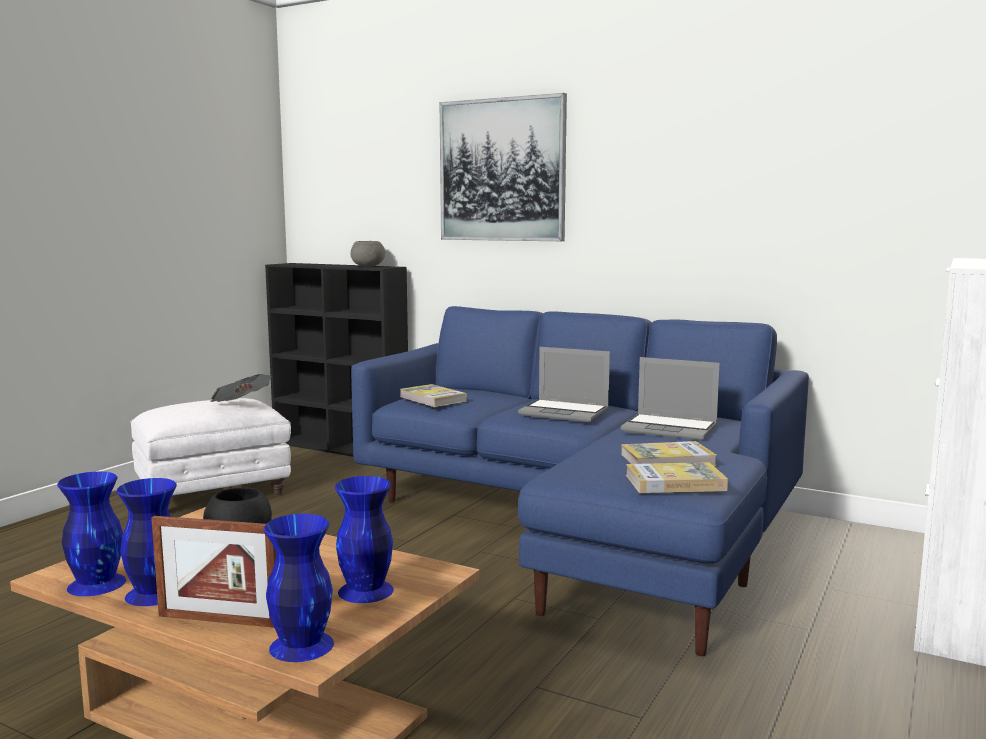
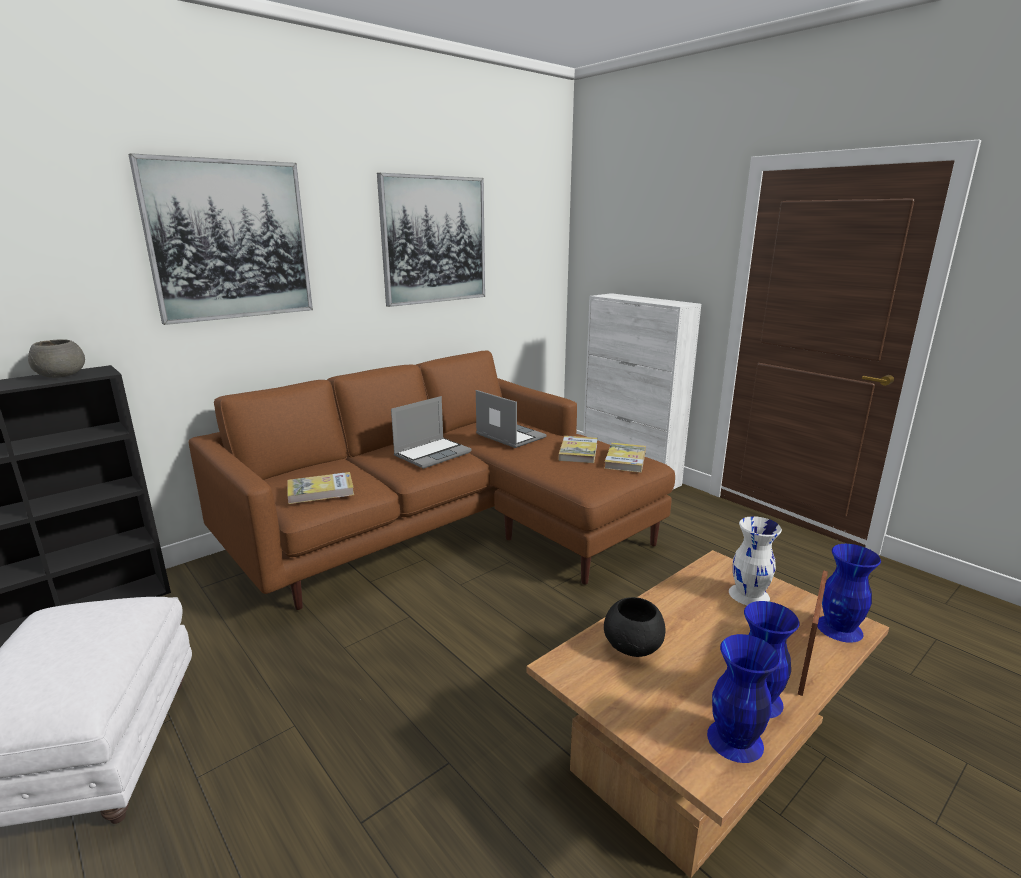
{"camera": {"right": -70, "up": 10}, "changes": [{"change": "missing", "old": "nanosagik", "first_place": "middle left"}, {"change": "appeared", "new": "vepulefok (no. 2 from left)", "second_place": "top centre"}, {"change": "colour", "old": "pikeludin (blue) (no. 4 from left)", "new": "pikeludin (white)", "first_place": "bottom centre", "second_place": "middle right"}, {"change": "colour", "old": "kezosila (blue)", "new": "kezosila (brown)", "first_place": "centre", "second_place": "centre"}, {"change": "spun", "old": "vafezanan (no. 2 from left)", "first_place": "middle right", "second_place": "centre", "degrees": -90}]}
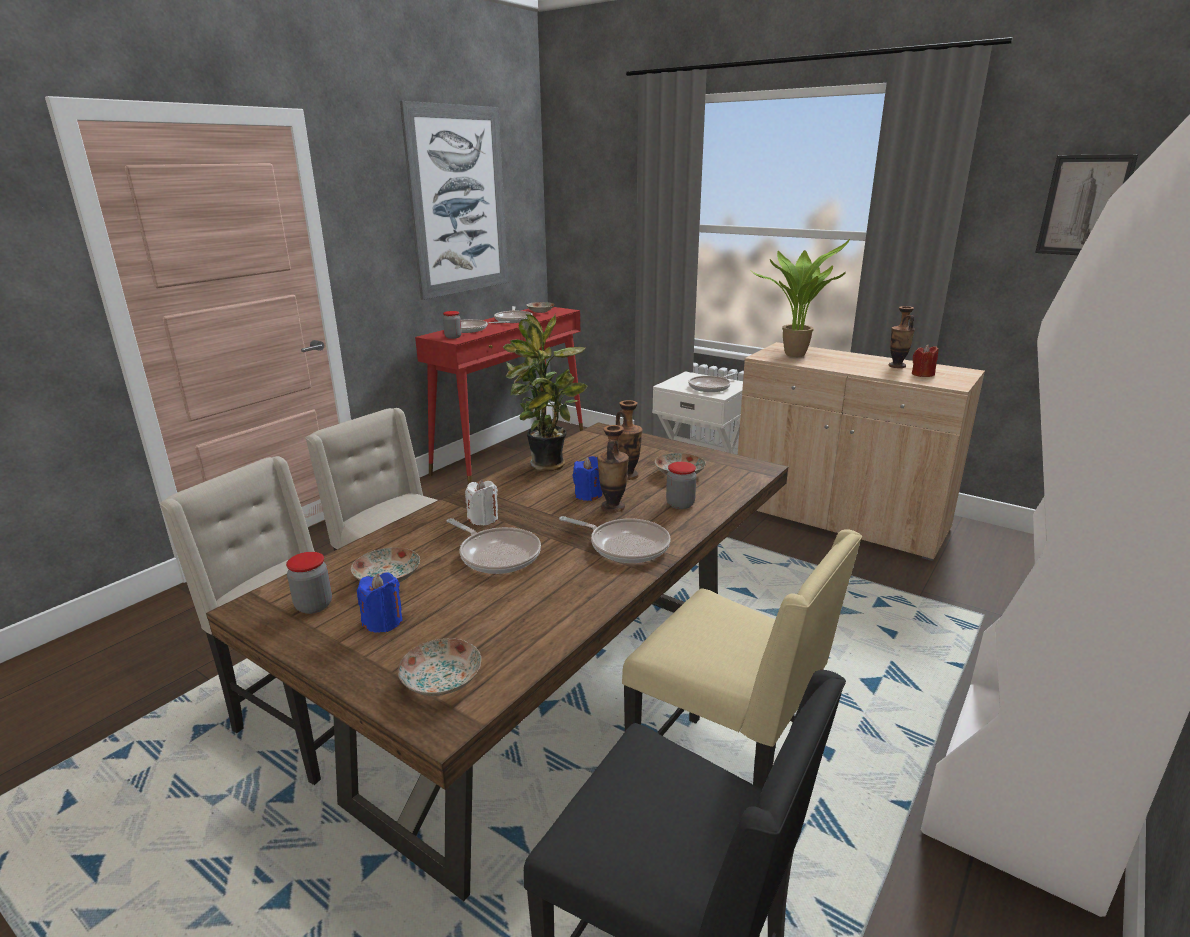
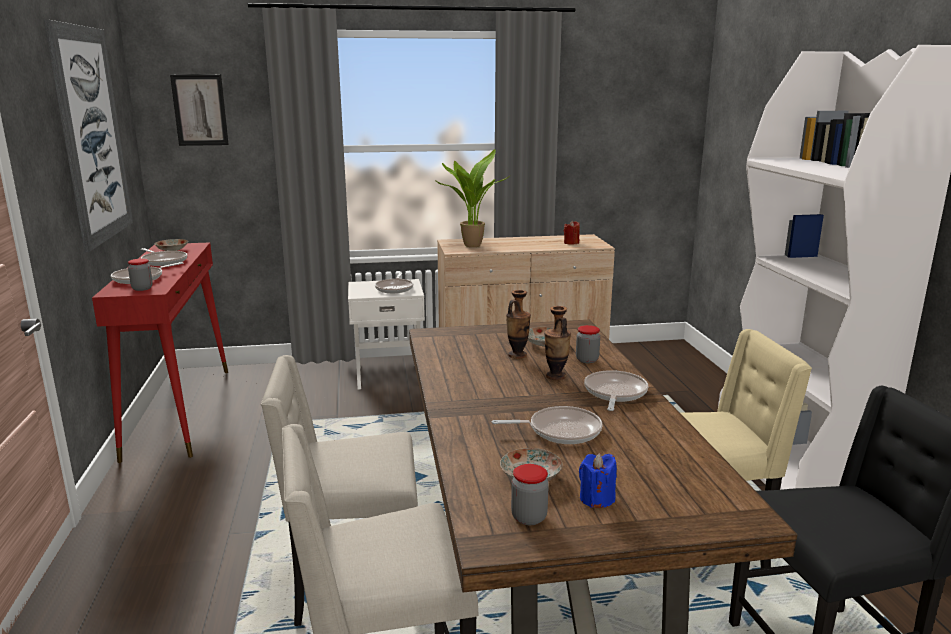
{"camera": {"right": -45, "up": -5}, "changes": [{"change": "missing", "old": "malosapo (no. 2 from left)", "first_place": "bottom centre"}, {"change": "missing", "old": "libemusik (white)", "first_place": "centre"}, {"change": "missing", "old": "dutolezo (no. 1 from left)", "first_place": "centre"}, {"change": "missing", "old": "libemusik (blue) (no. 2 from left)", "first_place": "centre"}, {"change": "missing", "old": "pikeludin (no. 3 from left)", "first_place": "middle right"}, {"change": "relocated", "old": "vepulefok (no. 2 from left)", "first_place": "top right", "second_place": "top left"}, {"change": "spun", "old": "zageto (no. 4 from left in the first image)", "first_place": "centre", "second_place": "centre", "degrees": -60}]}
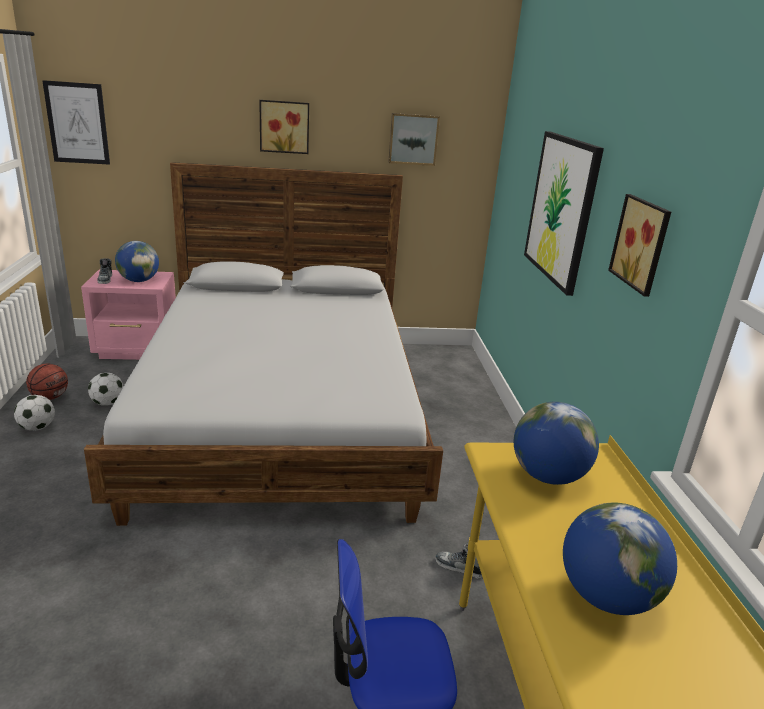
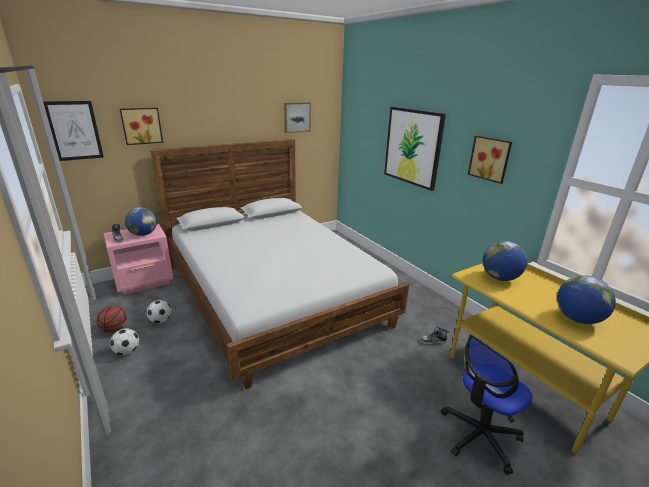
{"camera": {"right": -25, "up": 0}, "changes": [{"change": "relocated", "old": "vepulefok (no. 2 from left)", "first_place": "top centre", "second_place": "top left"}]}
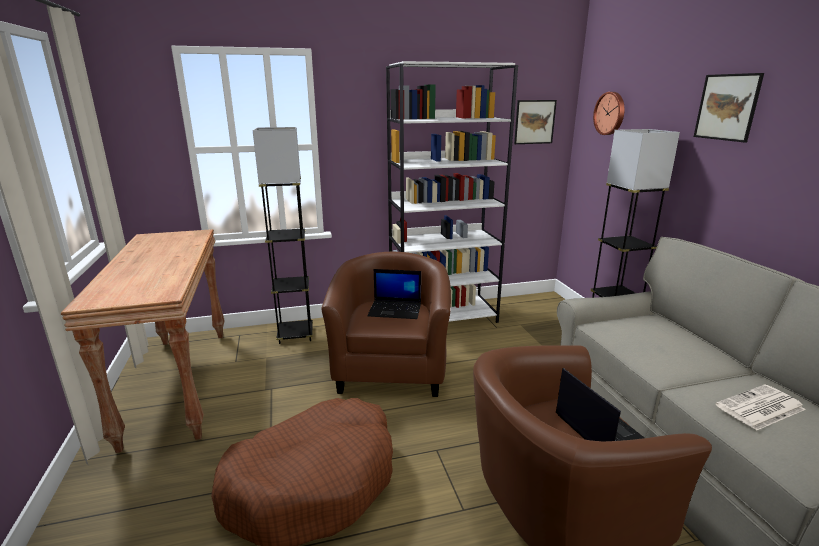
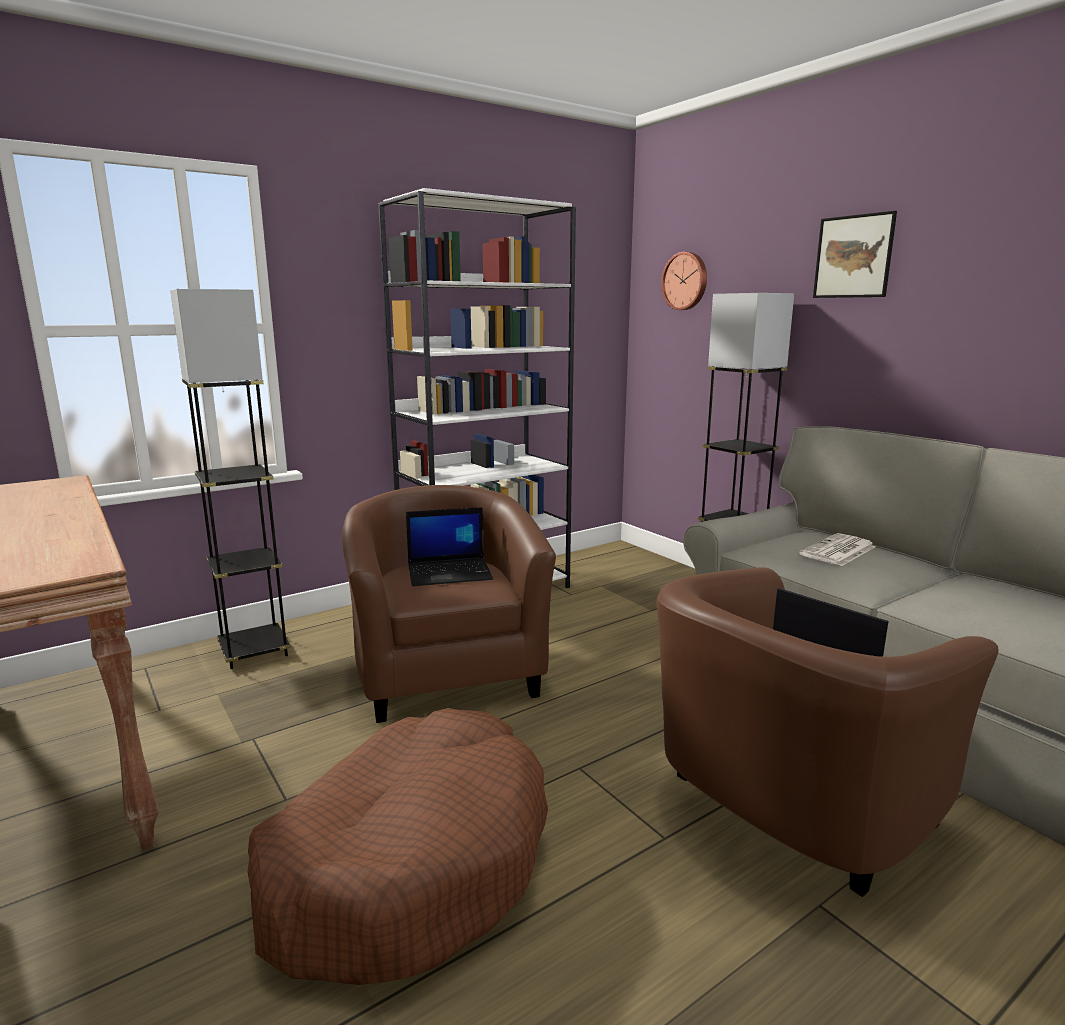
{"camera": {"right": -20, "up": -5}, "changes": [{"change": "missing", "old": "vepulefok (no. 1 from left)", "first_place": "top centre"}, {"change": "relocated", "old": "nanosagik", "first_place": "bottom right", "second_place": "middle right"}]}
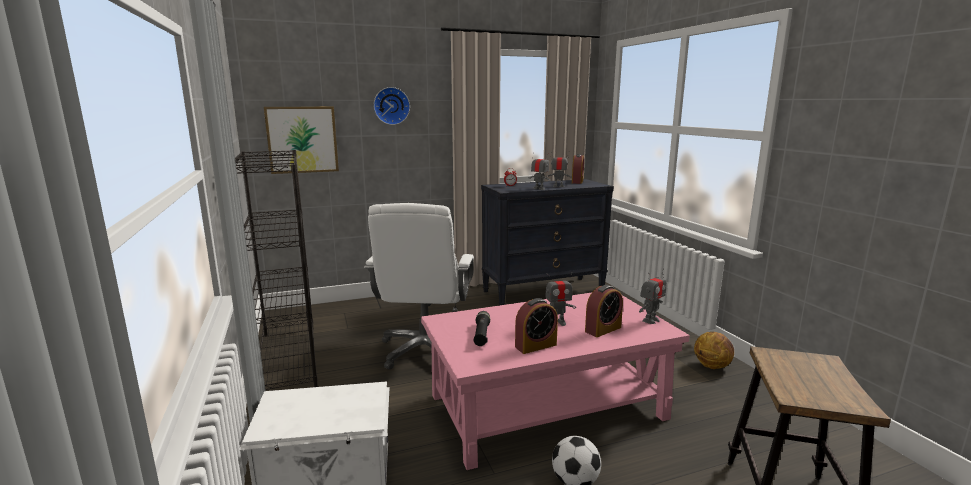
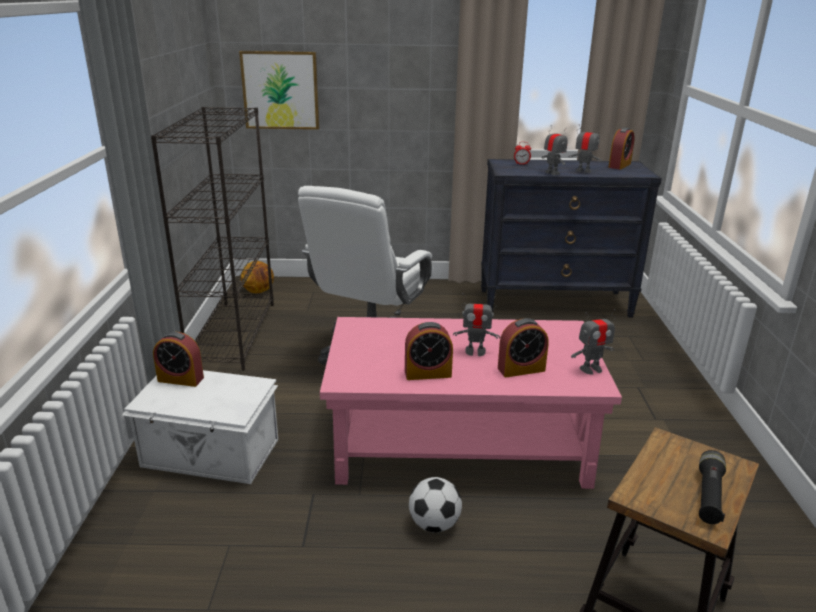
{"camera": {"right": 20, "up": 10}, "changes": [{"change": "missing", "old": "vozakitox", "first_place": "top centre"}, {"change": "appeared", "new": "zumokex (no. 1 from left)", "second_place": "middle left"}, {"change": "relocated", "old": "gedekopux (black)", "first_place": "bottom centre", "second_place": "bottom right"}, {"change": "relocated", "old": "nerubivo", "first_place": "bottom right", "second_place": "middle left"}]}
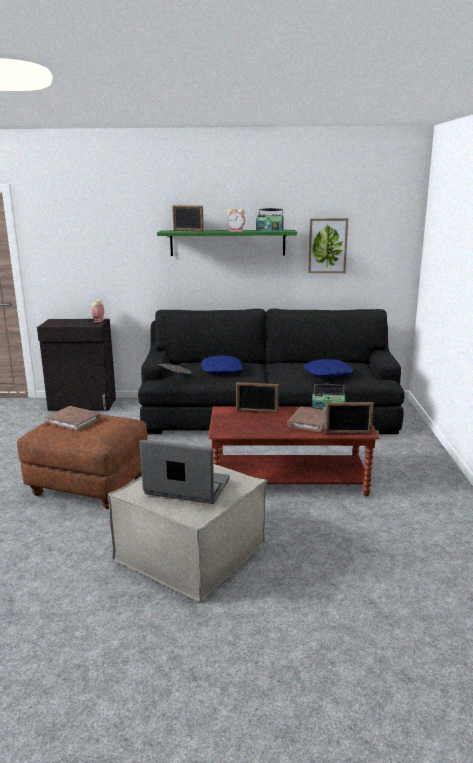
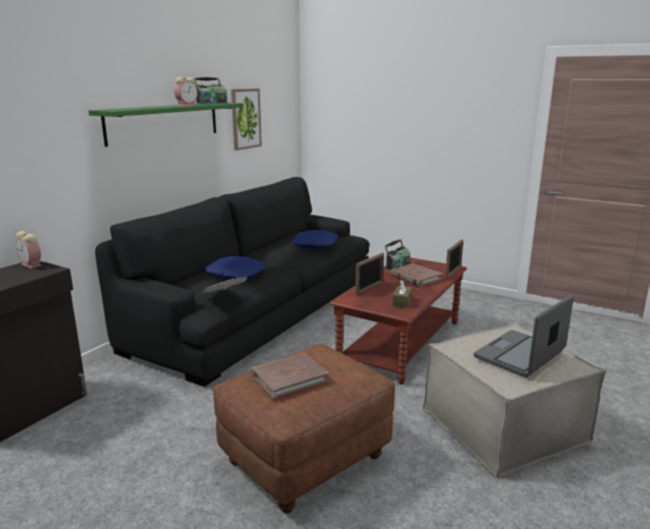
{"camera": {"right": -60, "up": 0}, "changes": [{"change": "missing", "old": "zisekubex (no. 1 from left)", "first_place": "top centre"}, {"change": "appeared", "new": "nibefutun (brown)", "second_place": "centre"}]}
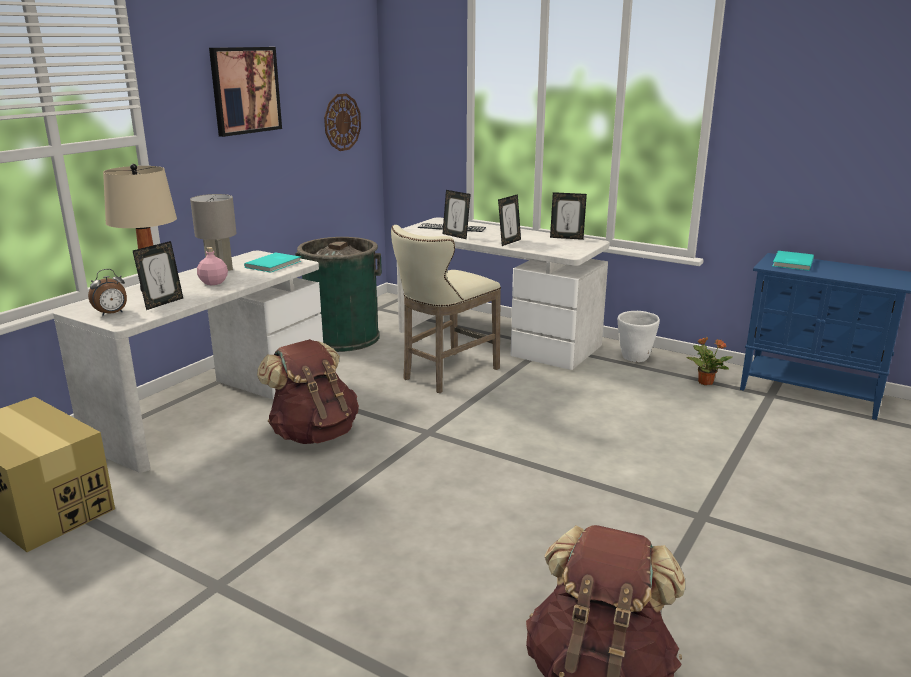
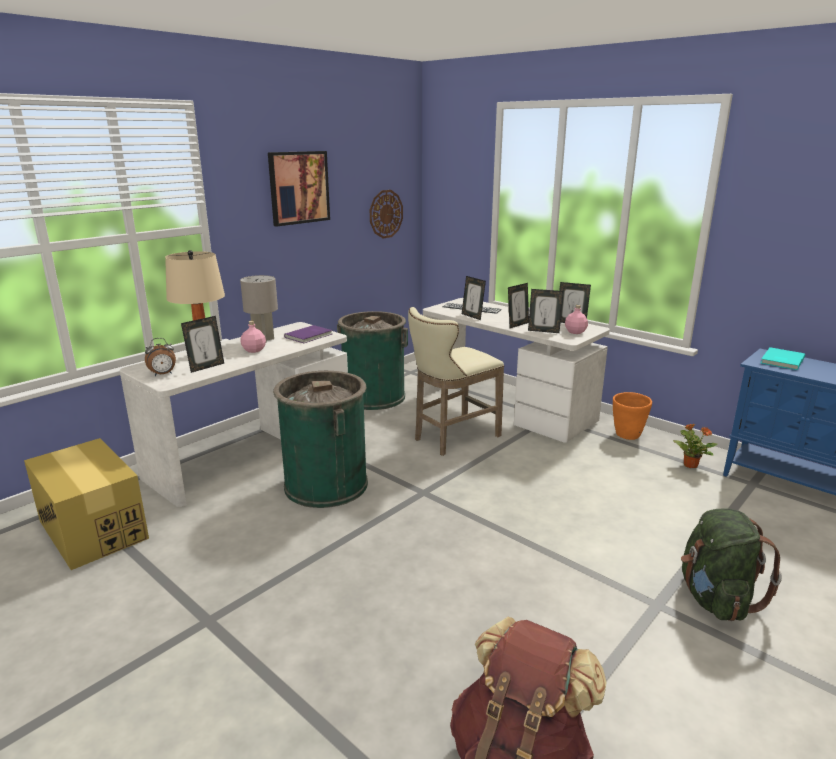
{"camera": {"right": 10, "up": 0}, "changes": [{"change": "appeared", "new": "zisekubex (no. 4 from left)", "second_place": "centre"}, {"change": "appeared", "new": "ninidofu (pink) (no. 2 from left)", "second_place": "middle right"}, {"change": "appeared", "new": "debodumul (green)", "second_place": "bottom right"}, {"change": "exchanged", "old": "debodumul (brown) (no. 1 from left)", "new": "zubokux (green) (no. 1 from left)", "first_place": "centre", "second_place": "centre"}, {"change": "colour", "old": "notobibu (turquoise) (no. 1 from left)", "new": "notobibu (purple)", "first_place": "middle left", "second_place": "centre"}, {"change": "colour", "old": "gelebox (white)", "new": "gelebox (orange)", "first_place": "middle right", "second_place": "middle right"}]}
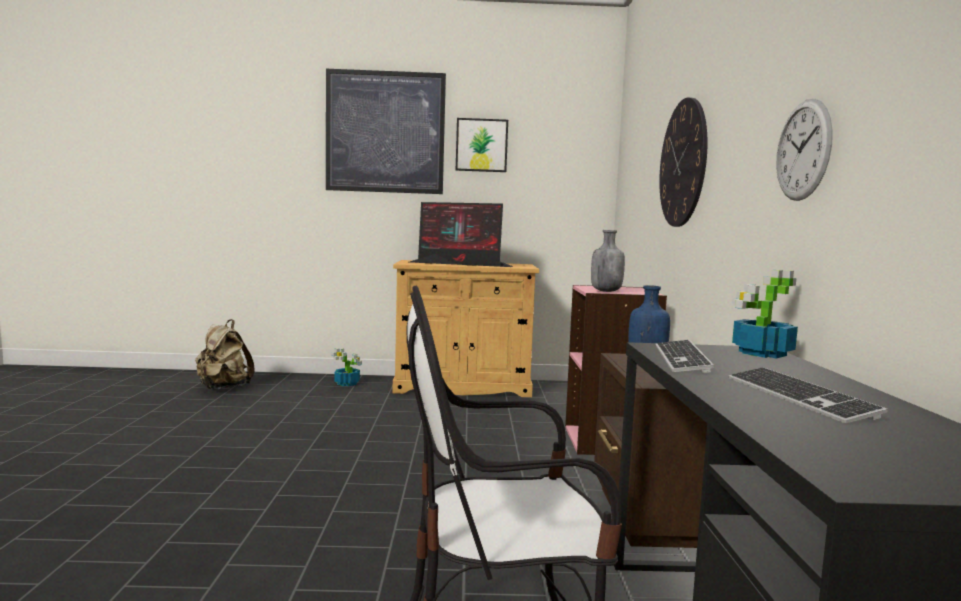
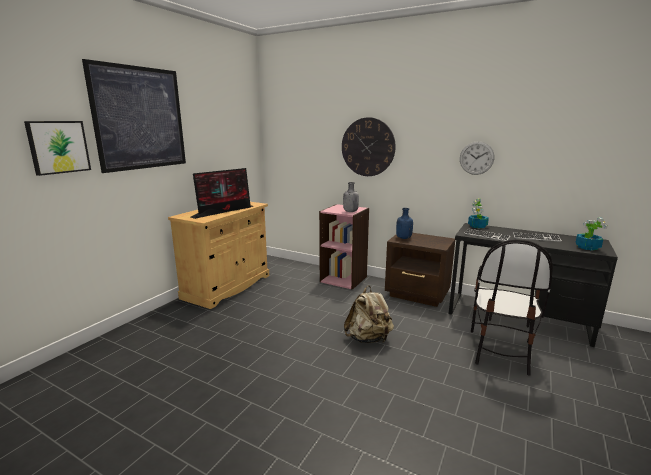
{"camera": {"right": -60, "up": 10}, "changes": [{"change": "relocated", "old": "debodumul (beige)", "first_place": "middle left", "second_place": "centre"}, {"change": "relocated", "old": "dutolezo (no. 1 from left in the first image)", "new": "dutolezo (no. 2 from left)", "first_place": "centre", "second_place": "middle right"}, {"change": "relocated", "old": "vepulefok (no. 2 from left in the first image)", "new": "vepulefok (no. 1 from left)", "first_place": "top centre", "second_place": "top left"}]}
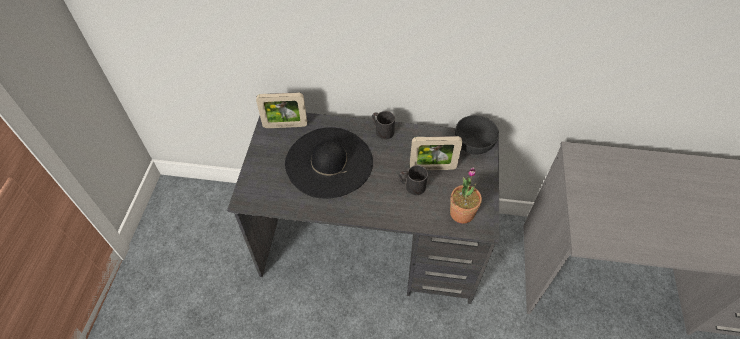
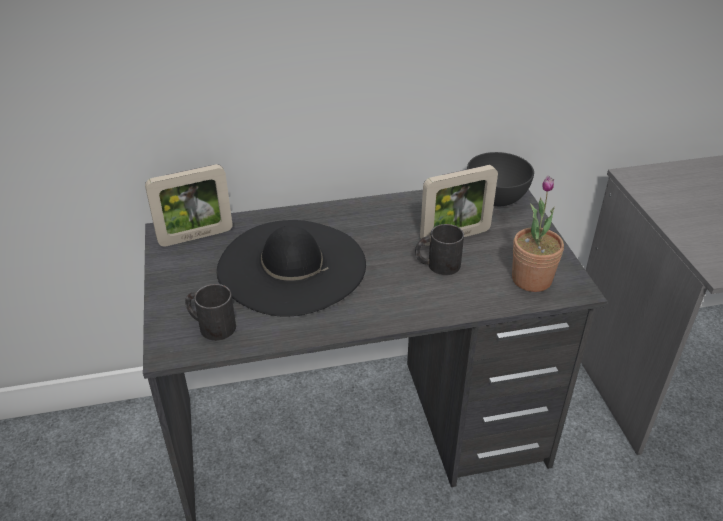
{"camera": {"right": -20, "up": -15}, "changes": [{"change": "relocated", "old": "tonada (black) (no. 1 from left)", "first_place": "centre", "second_place": "middle left"}]}
